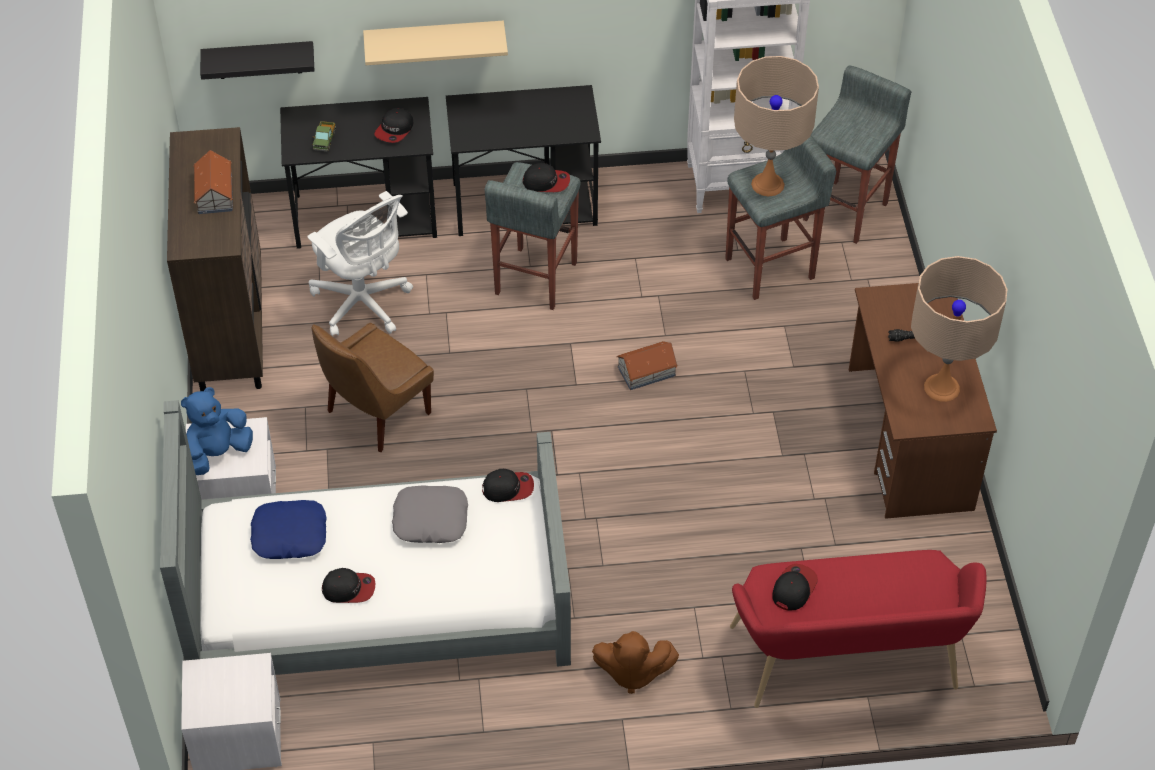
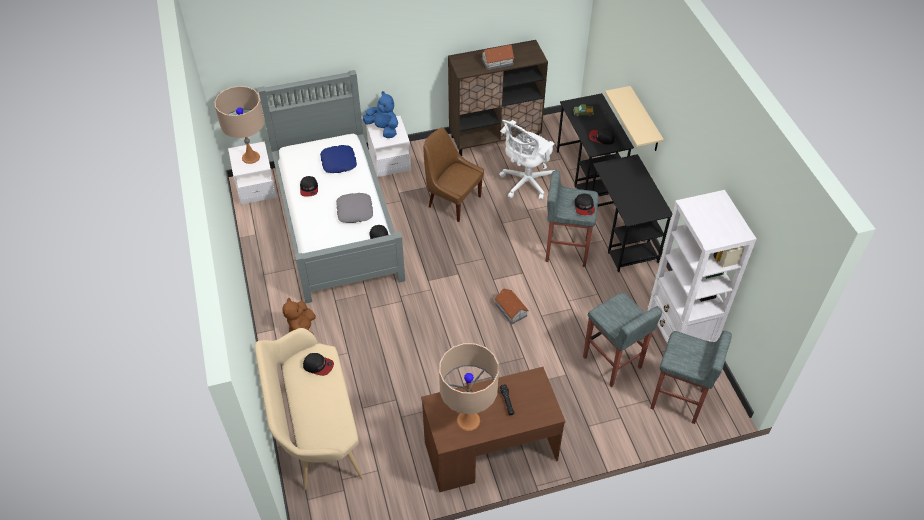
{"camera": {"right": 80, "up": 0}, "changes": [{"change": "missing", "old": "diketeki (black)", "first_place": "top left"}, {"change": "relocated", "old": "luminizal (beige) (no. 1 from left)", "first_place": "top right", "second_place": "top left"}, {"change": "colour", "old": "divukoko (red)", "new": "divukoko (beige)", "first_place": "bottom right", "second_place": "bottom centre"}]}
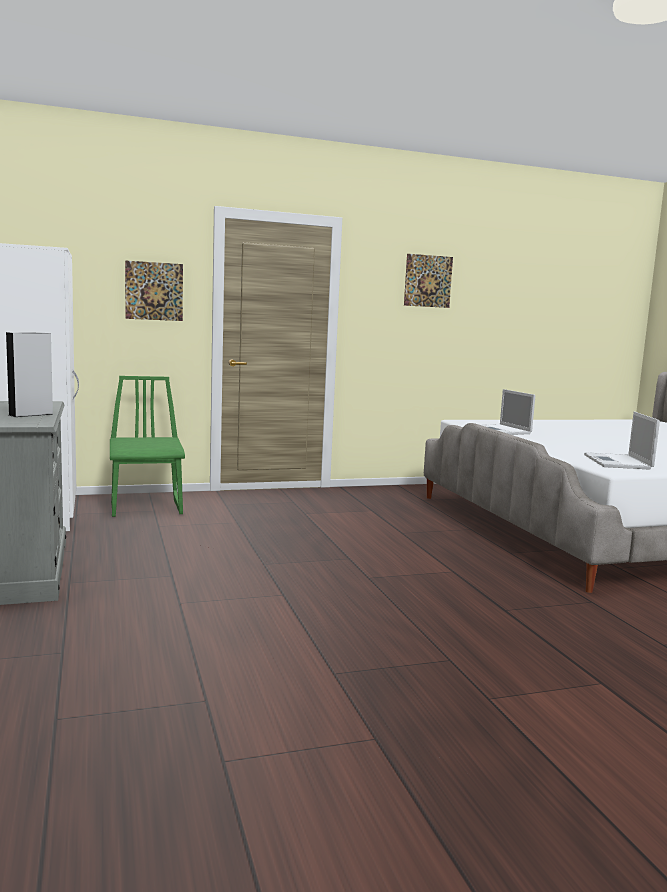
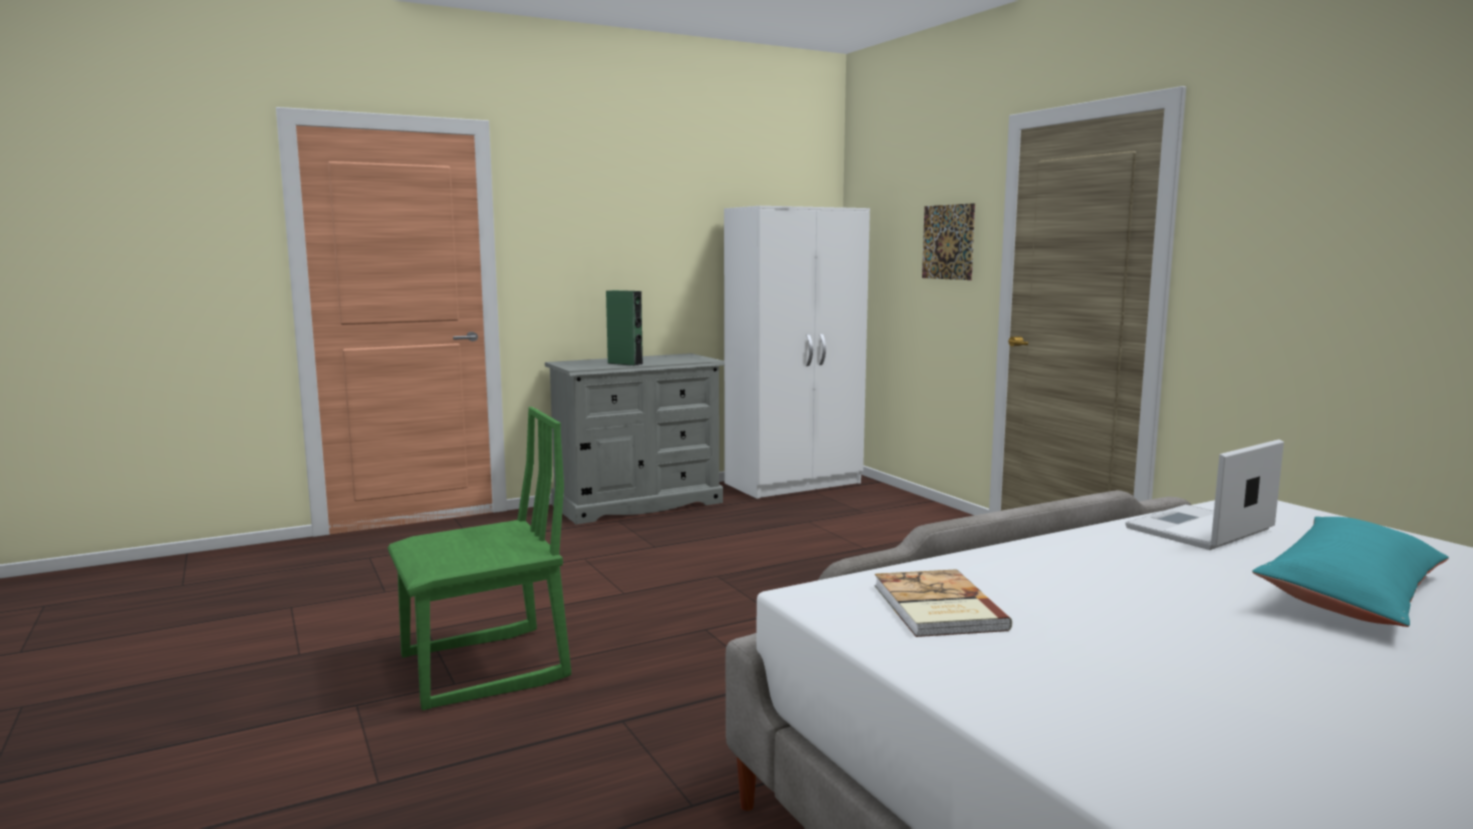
{"camera": {"right": 80, "up": 0}, "changes": [{"change": "missing", "old": "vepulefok (no. 2 from left)", "first_place": "top centre"}, {"change": "appeared", "new": "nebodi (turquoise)", "second_place": "bottom right"}, {"change": "relocated", "old": "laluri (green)", "first_place": "middle left", "second_place": "bottom left"}, {"change": "exchanged", "old": "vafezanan (no. 2 from left)", "new": "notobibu", "first_place": "middle right", "second_place": "bottom centre"}, {"change": "colour", "old": "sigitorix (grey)", "new": "sigitorix (green)", "first_place": "middle left", "second_place": "centre"}]}
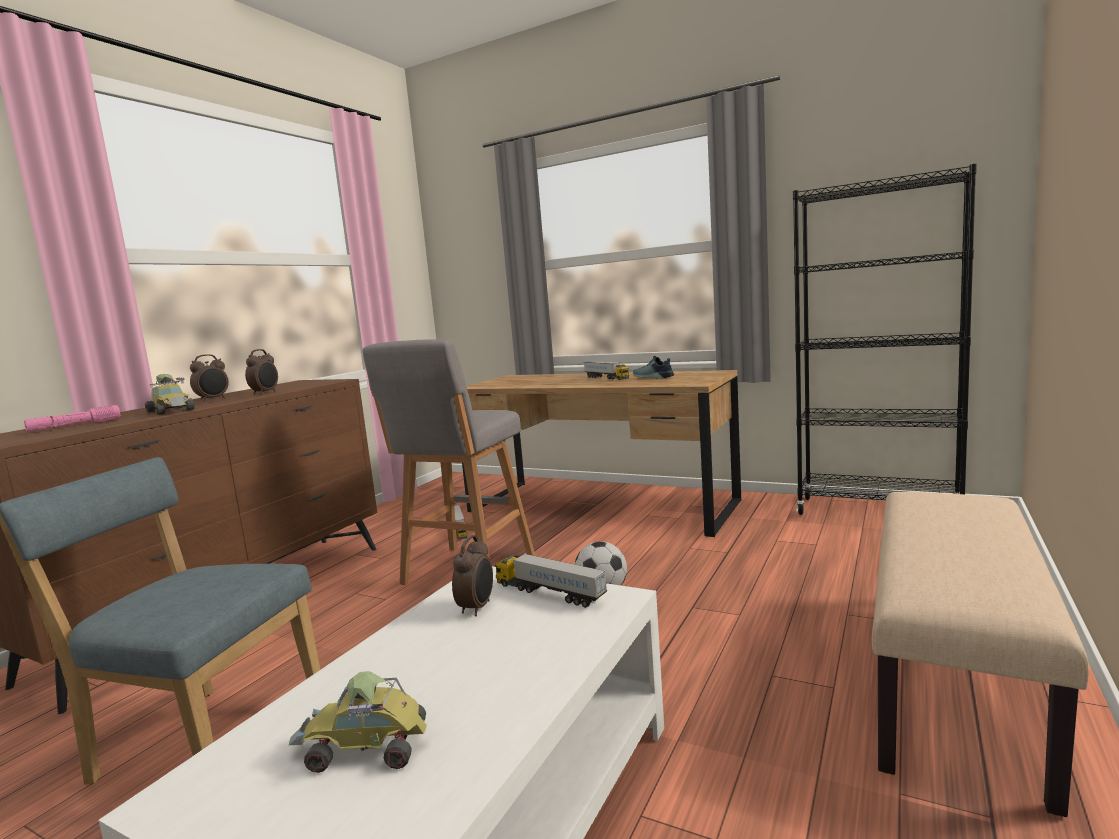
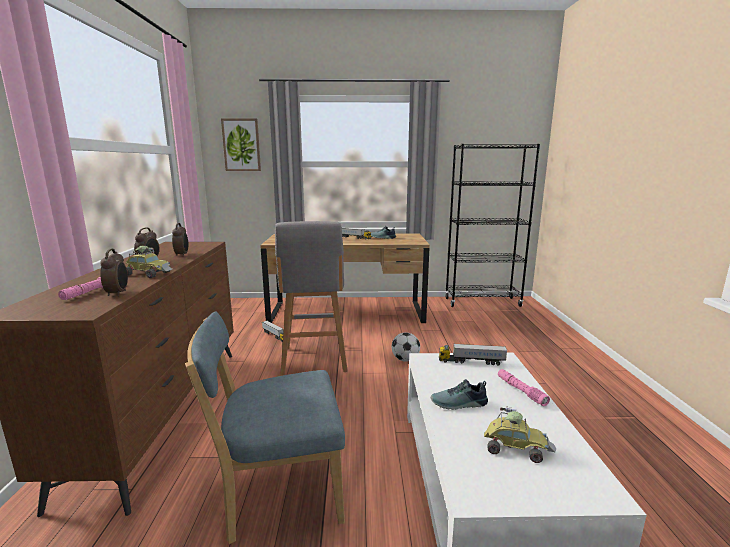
{"camera": {"right": -30, "up": 5}, "changes": [{"change": "missing", "old": "divukoko (beige)", "first_place": "bottom right"}, {"change": "appeared", "new": "vepulefok", "second_place": "top left"}, {"change": "appeared", "new": "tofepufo (no. 2 from left)", "second_place": "bottom centre"}, {"change": "appeared", "new": "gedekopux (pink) (no. 2 from left)", "second_place": "bottom right"}, {"change": "relocated", "old": "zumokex (no. 3 from left in the first image)", "new": "zumokex (no. 1 from left)", "first_place": "bottom centre", "second_place": "middle left"}, {"change": "spun", "old": "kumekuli (no. 2 from left)", "first_place": "bottom left", "second_place": "bottom right", "degrees": -135}]}
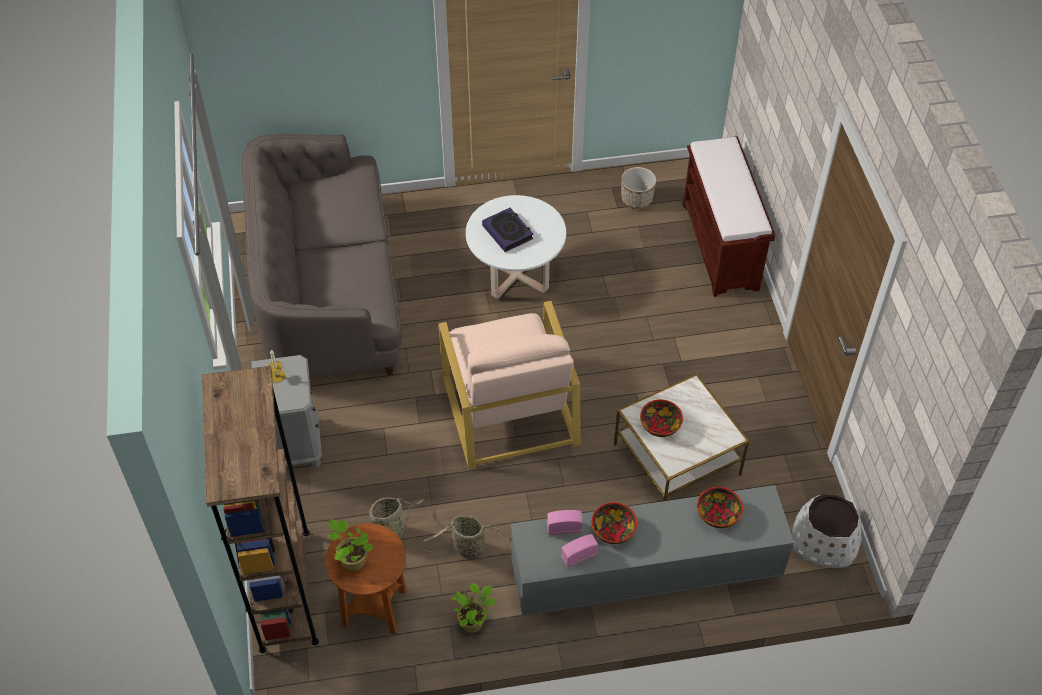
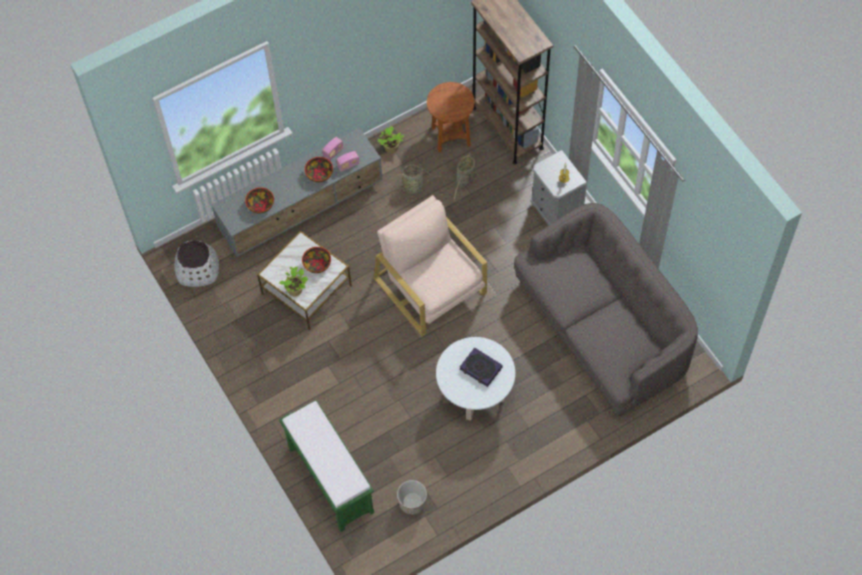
{"camera": {"right": 160, "up": 10}, "changes": [{"change": "relocated", "old": "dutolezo (no. 1 from left)", "first_place": "bottom centre", "second_place": "centre"}, {"change": "colour", "old": "divukoko (brown)", "new": "divukoko (green)", "first_place": "top right", "second_place": "bottom centre"}]}
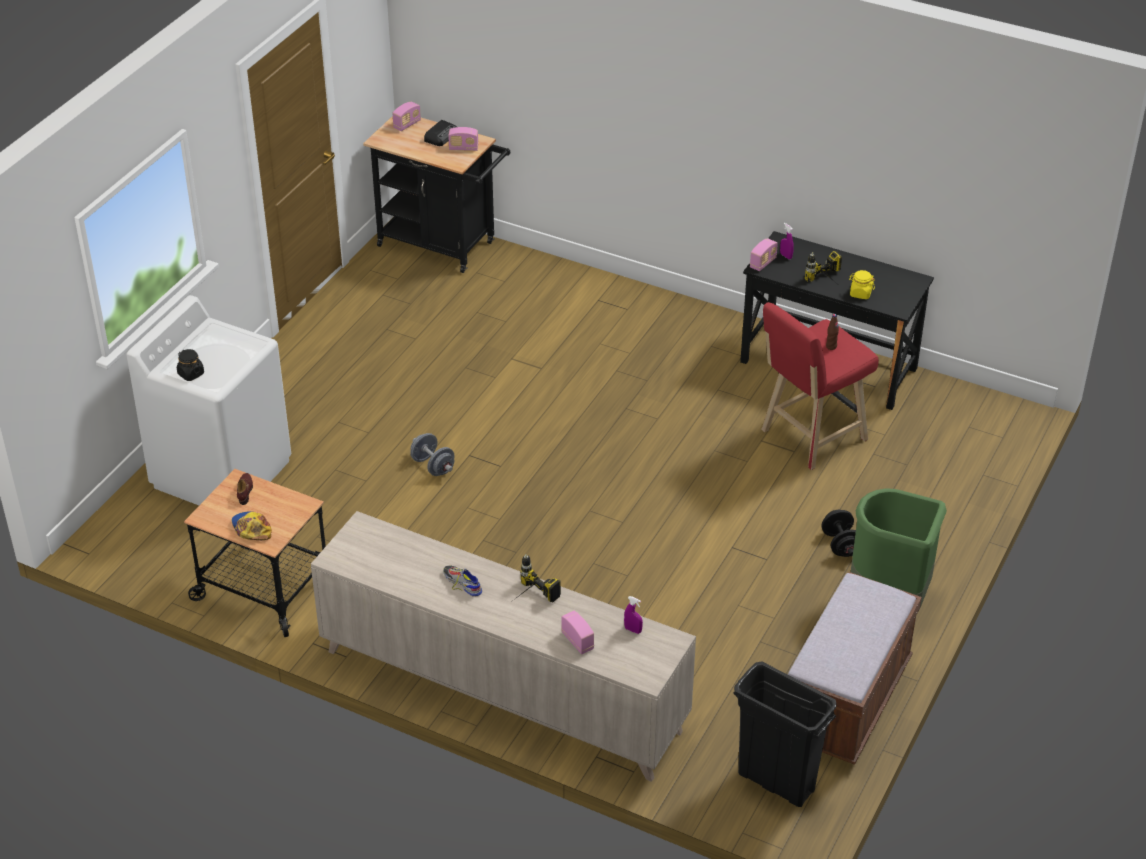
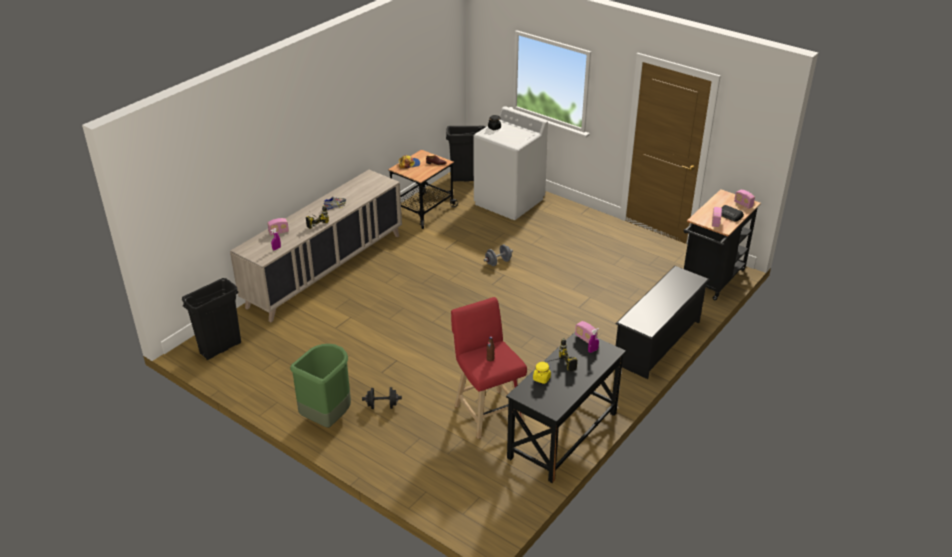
{"camera": {"right": 100, "up": -5}, "changes": [{"change": "missing", "old": "divukoko (brown)", "first_place": "bottom right"}, {"change": "appeared", "new": "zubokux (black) (no. 2 from left)", "second_place": "top centre"}, {"change": "appeared", "new": "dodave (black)", "second_place": "middle right"}]}
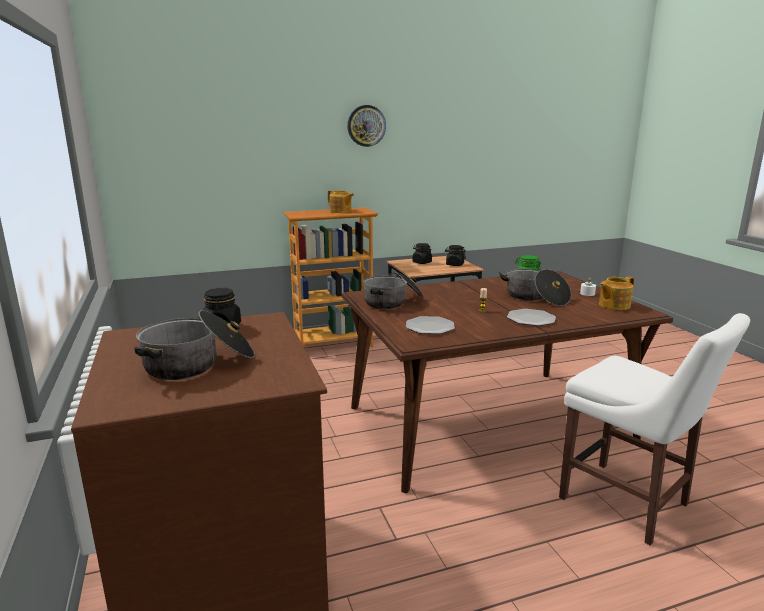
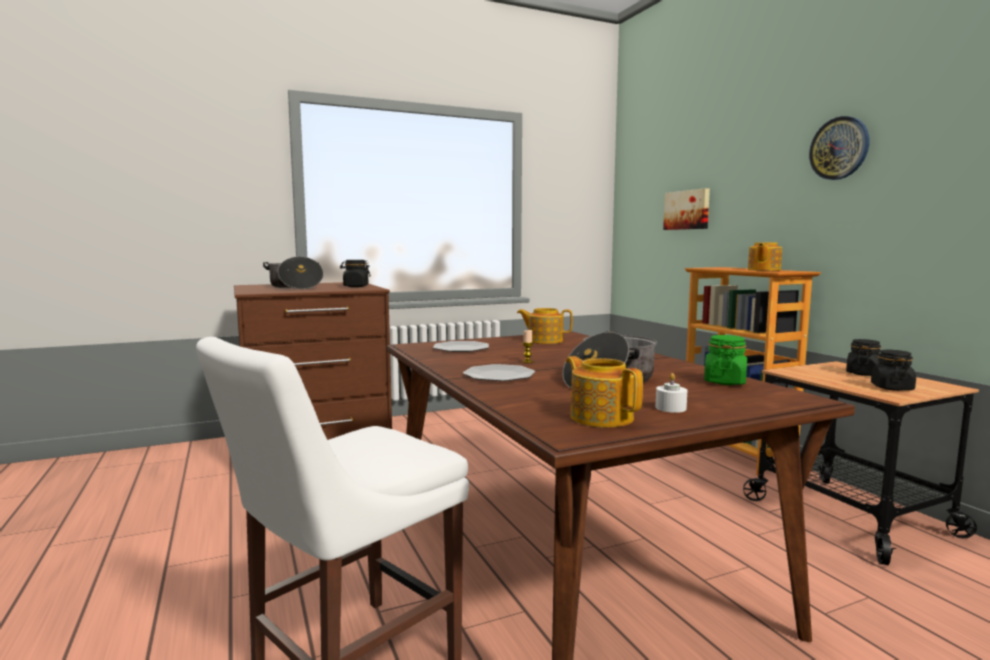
{"camera": {"right": 85, "up": -10}, "changes": [{"change": "appeared", "new": "vepulefok", "second_place": "top right"}, {"change": "exchanged", "old": "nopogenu (no. 2 from left)", "new": "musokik (no. 1 from left)", "first_place": "centre", "second_place": "centre"}]}
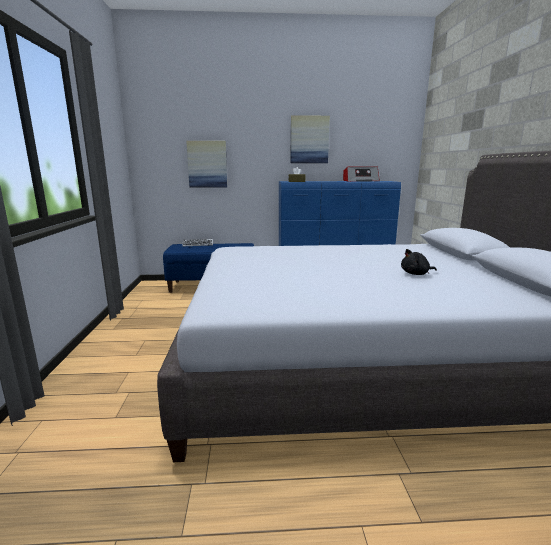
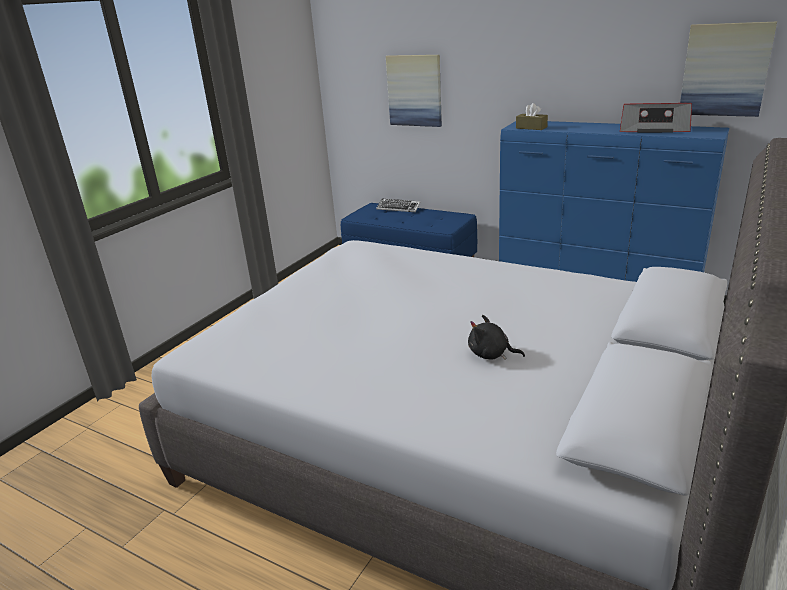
{"camera": {"right": 35, "up": 10}, "changes": [{"change": "relocated", "old": "vepulefok (no. 2 from left)", "first_place": "top centre", "second_place": "top right"}]}
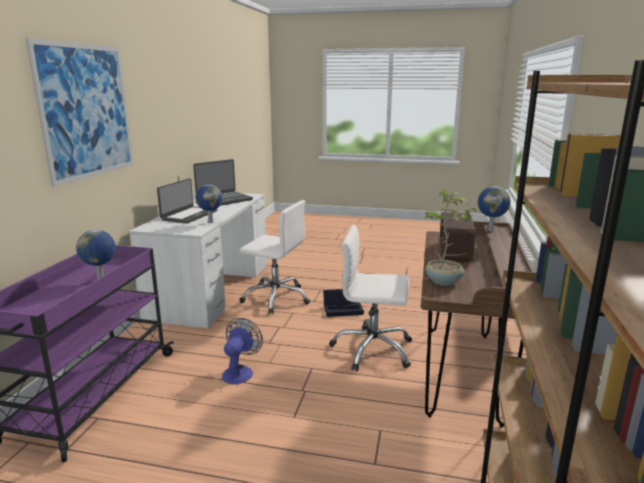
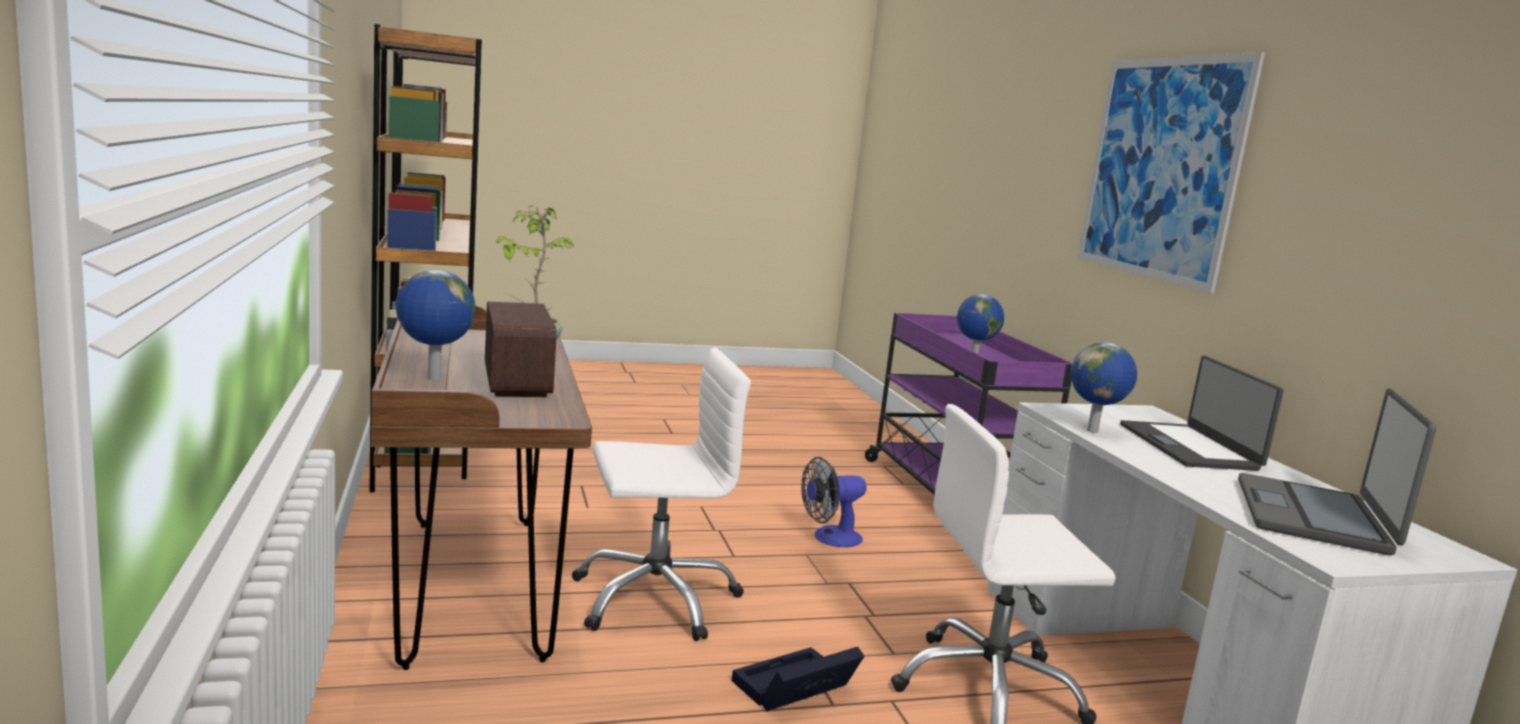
{"camera": {"right": 150, "up": -5}, "changes": [{"change": "spun", "old": "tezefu", "first_place": "bottom centre", "second_place": "bottom centre", "degrees": 75}]}
